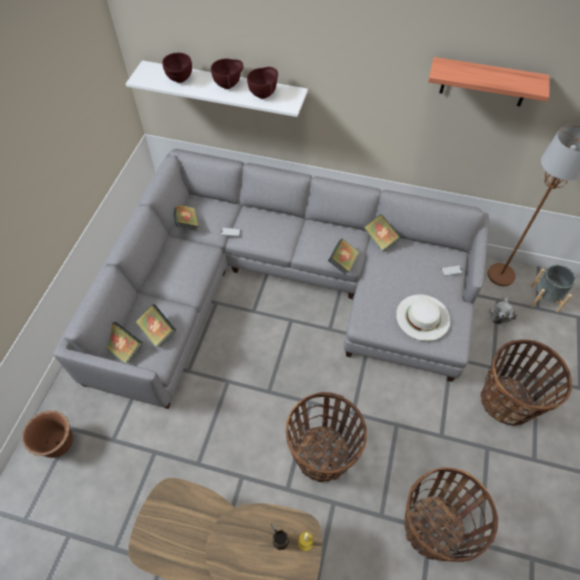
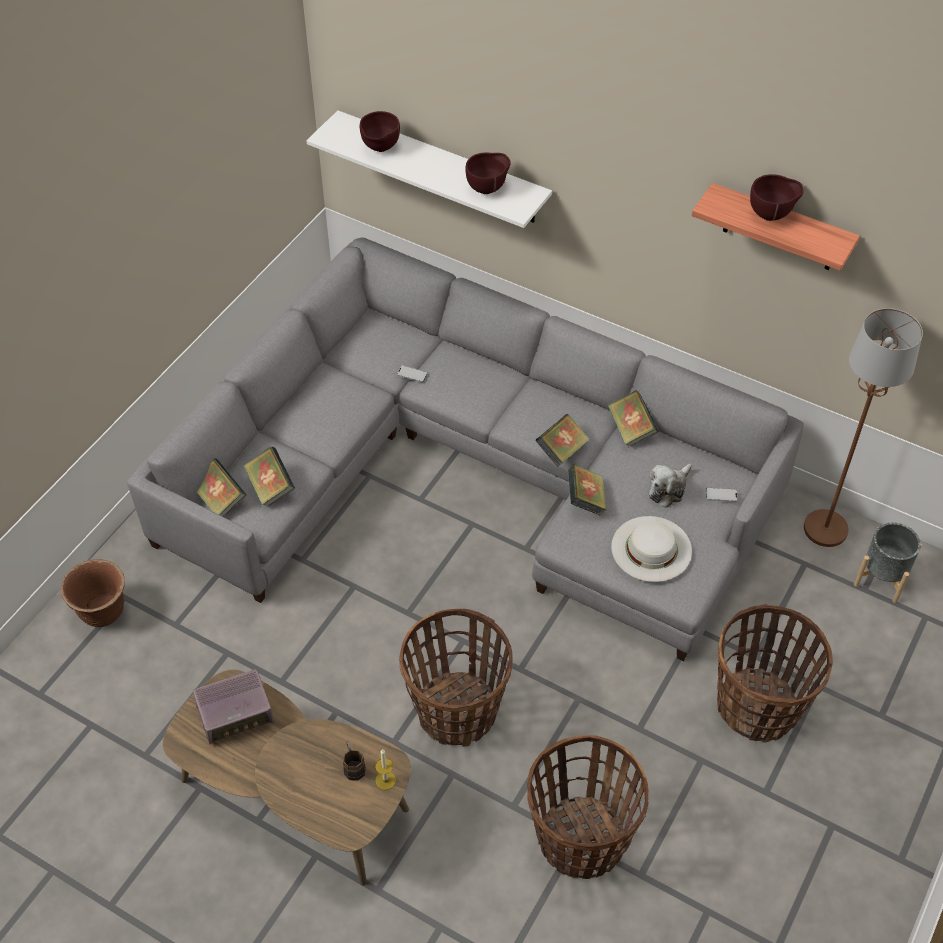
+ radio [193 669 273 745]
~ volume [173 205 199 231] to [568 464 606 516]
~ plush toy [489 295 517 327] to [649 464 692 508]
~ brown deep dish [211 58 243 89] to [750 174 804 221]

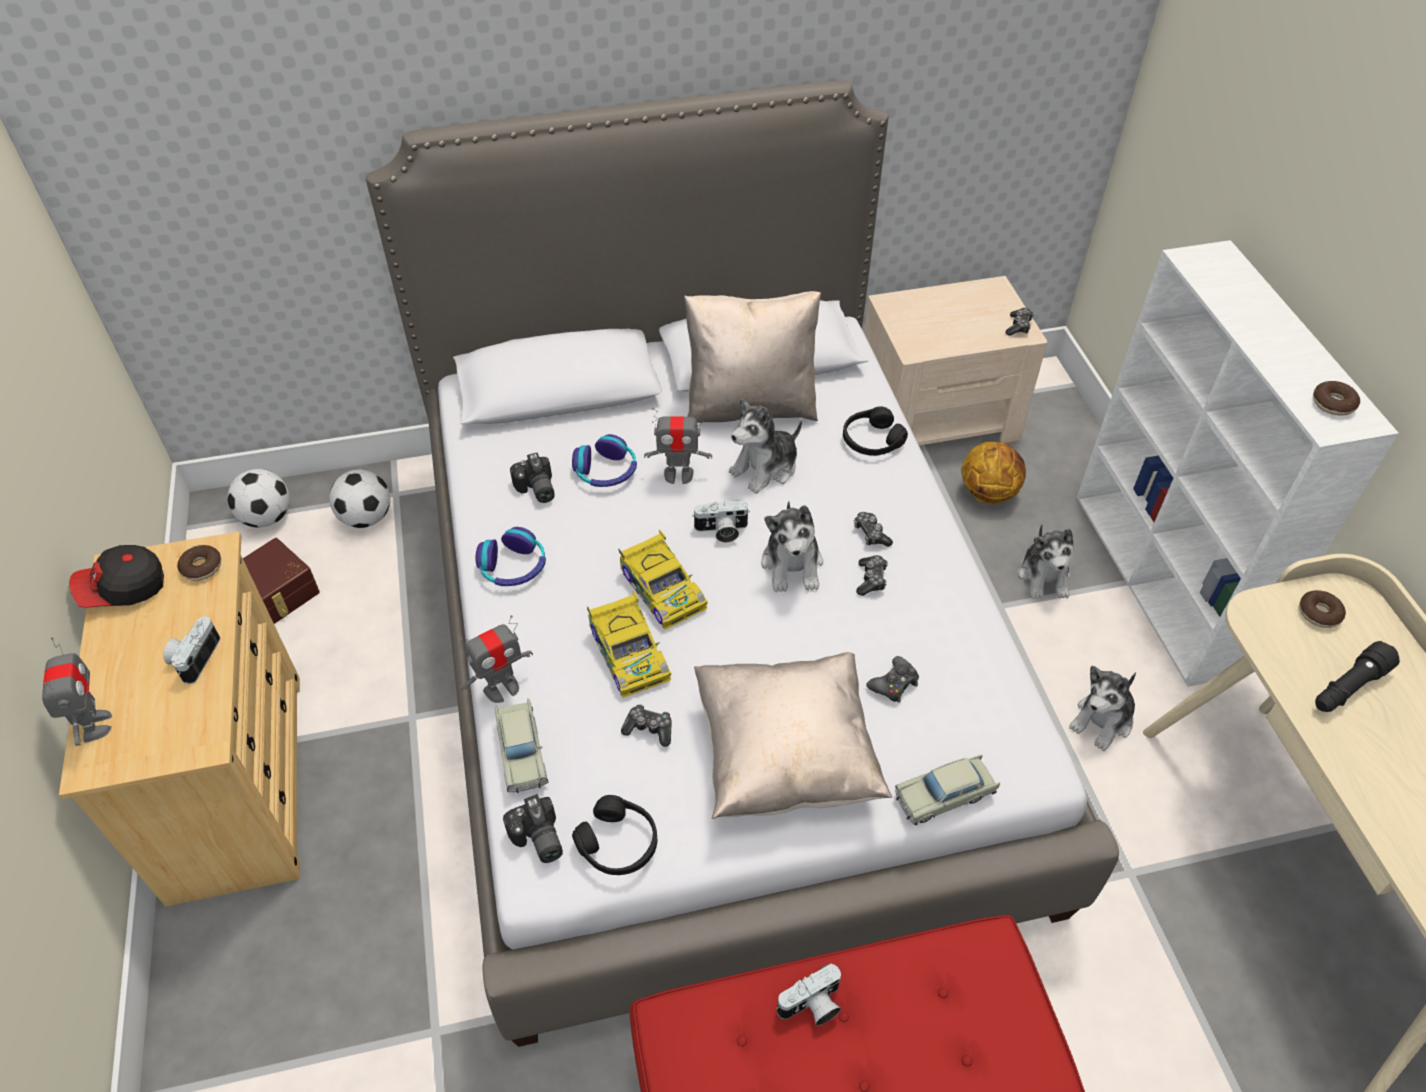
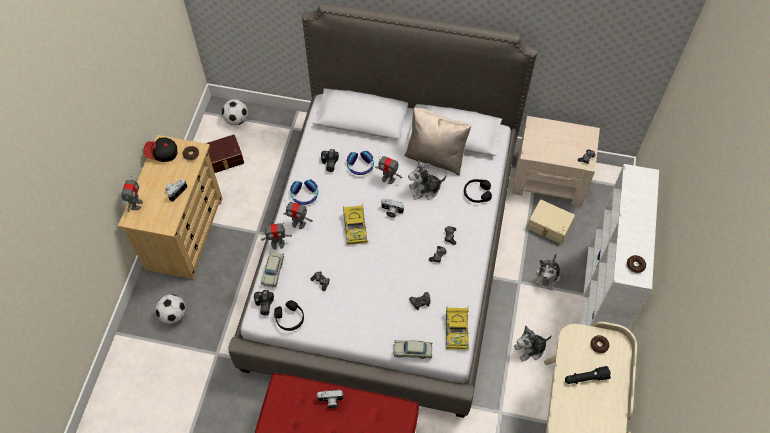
~ football [329 469 390 528] to [155 294 186 324]
+ model robot [283 200 313 229]
~ model car [587 591 671 698] to [446 307 469 350]
~ basketball [961 442 1026 504] to beige-coloured storage bin [527 199 575 244]
- beige-coloured cushion [694 652 892 819]
- plush toy [761 501 823 592]

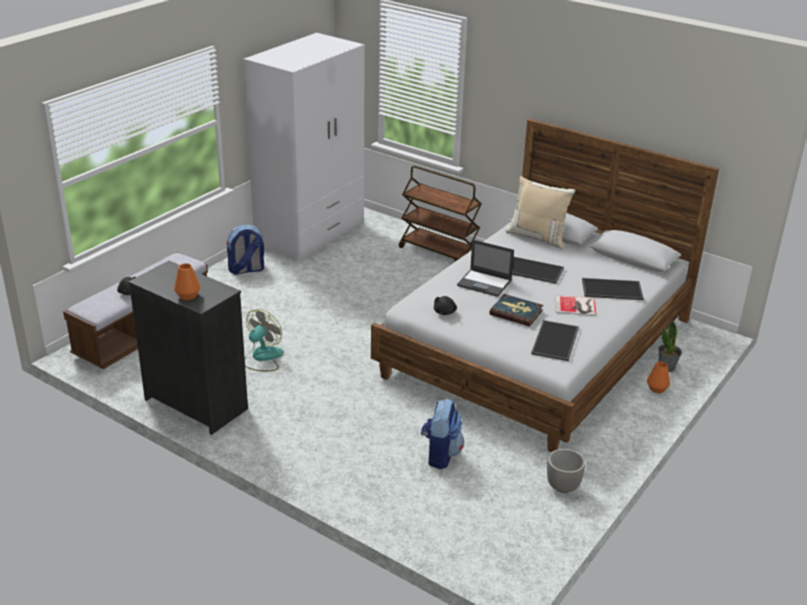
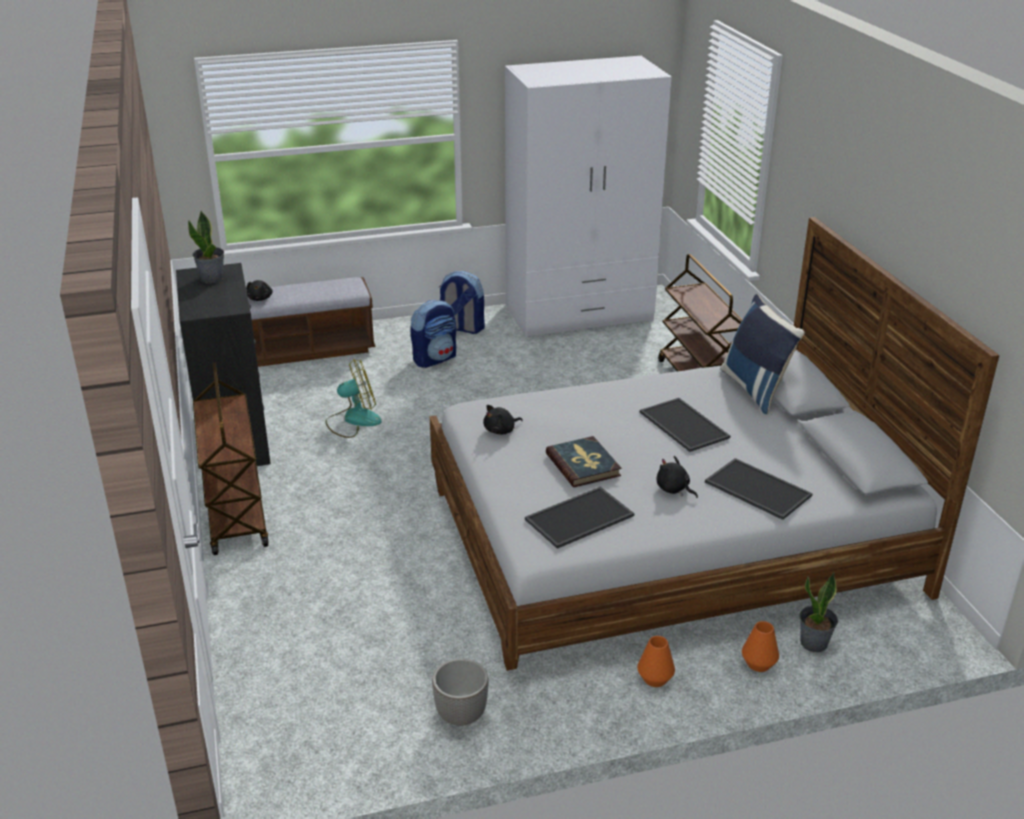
+ potted plant [188 210 224 284]
+ brown cart [193 362 269 555]
~ backpack [421 399 464 469] to [411 299 456 368]
~ orange flower vase [174 263 200 300] to [637 636 675 687]
~ volume [555 295 596 316] to blackish plush toy [657 456 698 498]
~ beige-coloured cushion [506 176 575 249] to blue-coloured cushion [720 294 805 414]
- notebook computer [457 240 514 297]

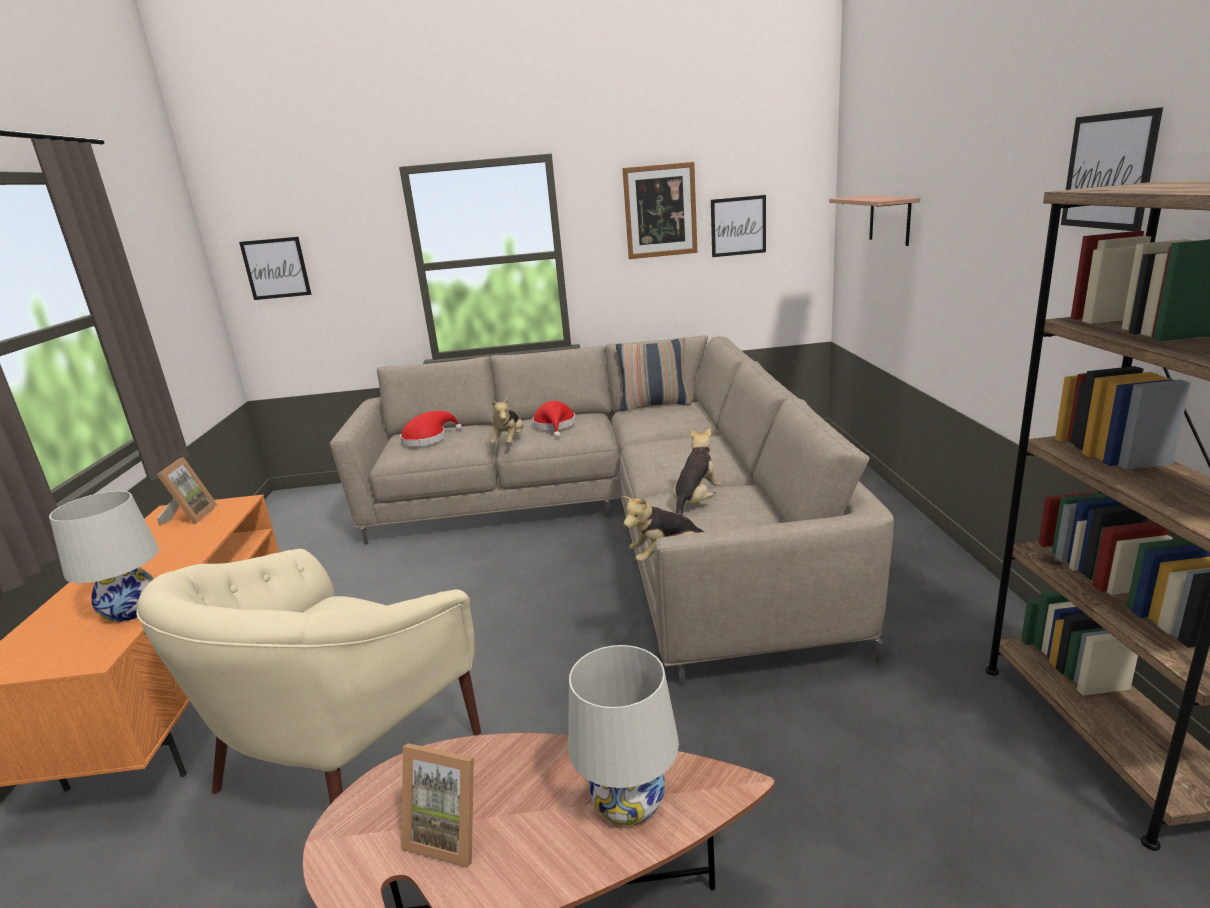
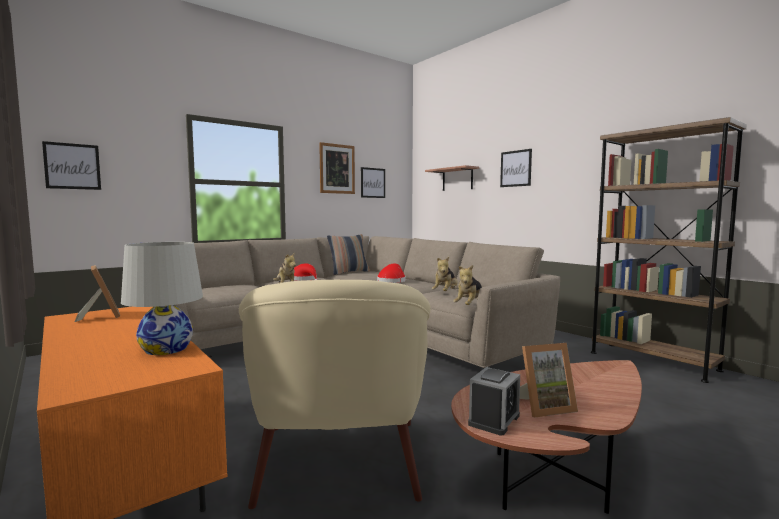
~ red wearable hat [400 411 462 447] to [377 263 406 283]
~ plush toy [673 428 721 515] = [432 257 458 291] 150 degrees counterclockwise
+ alarm clock [468 367 520 435]
~ picture [1061 107 1163 231] to [500 149 532 187]
- whitish lamp for a table [568 645 679 826]

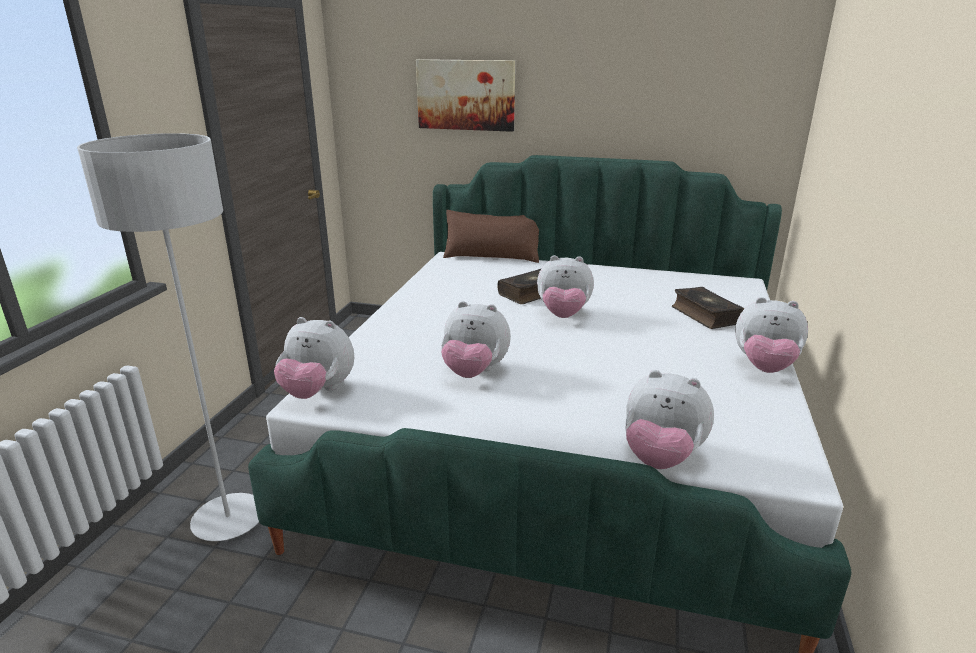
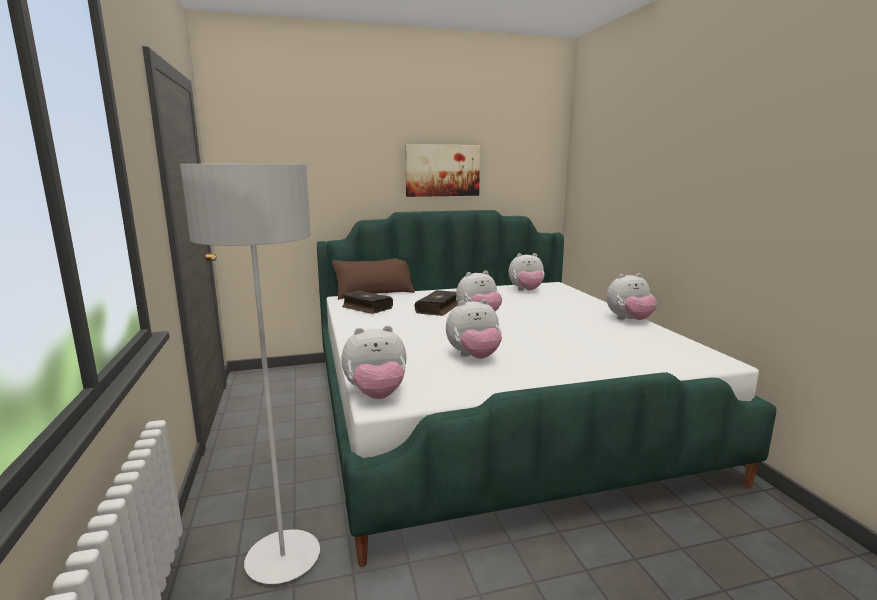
~ volume [672 287 744 329] to [342 290 393 314]
~ picture [416 59 515 132] to [405 144 480 197]
~ plush toy [625 370 714 469] to [509 253 545 291]

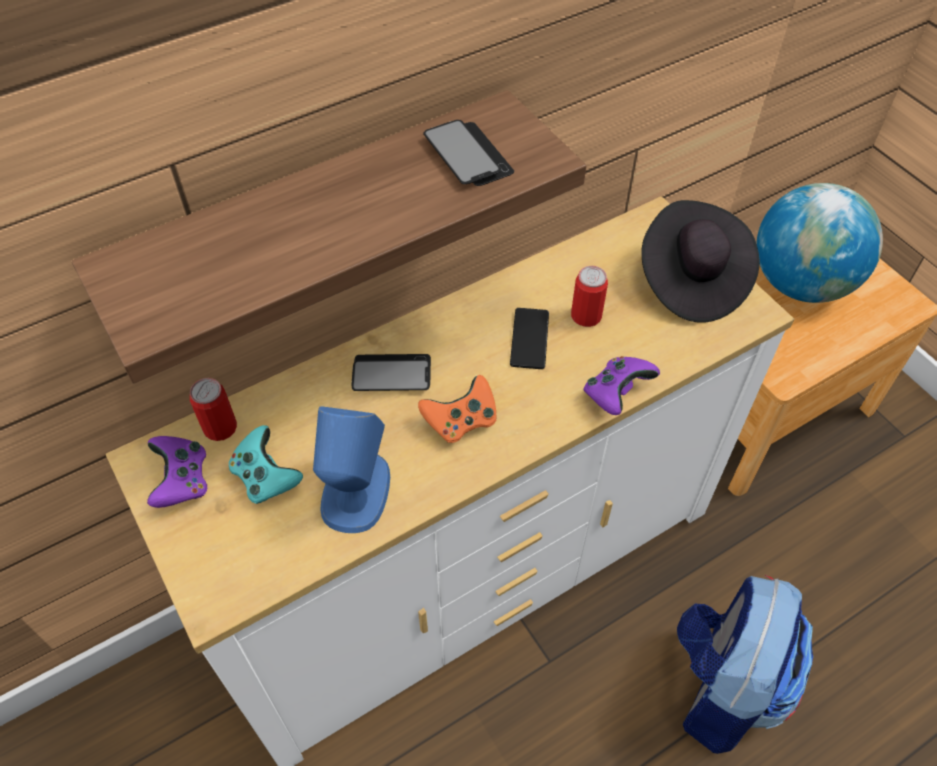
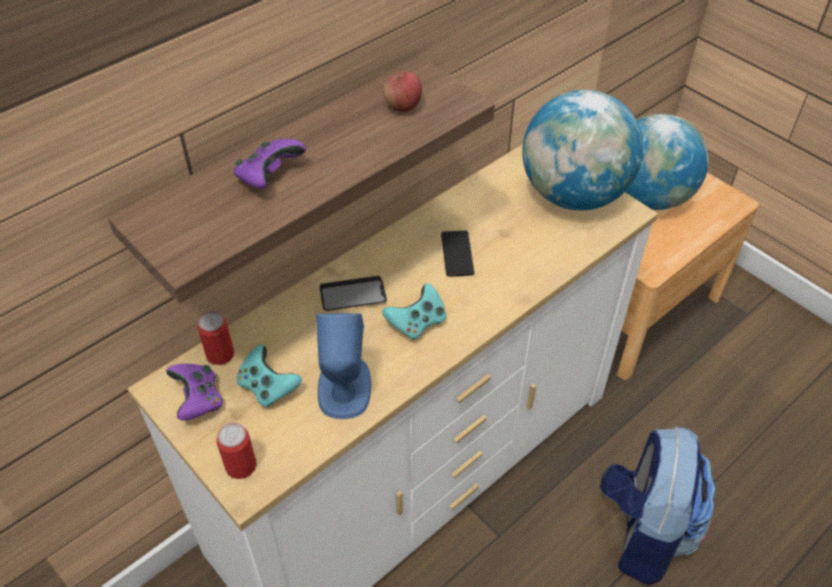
~ can [571 266 608 327] to [217 422 256 479]
~ purplish game controller [583 356 660 415] to [233 139 306 189]
~ orange game controller [418 375 497 443] to turquoise-coloured game controller [382 283 446 340]
~ telephone [423 120 514 186] to apple fruit [383 72 422 112]
~ blackish wearable hat [641 200 760 323] to world globe [522 90 643 211]

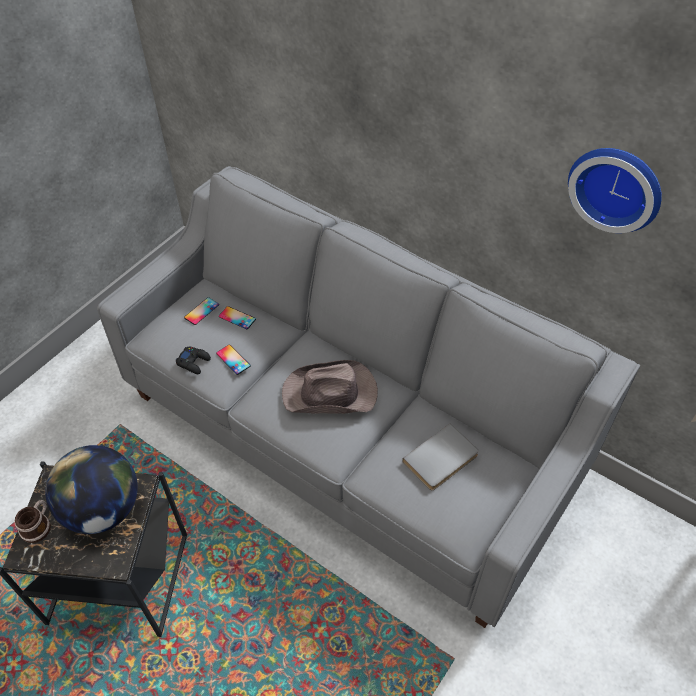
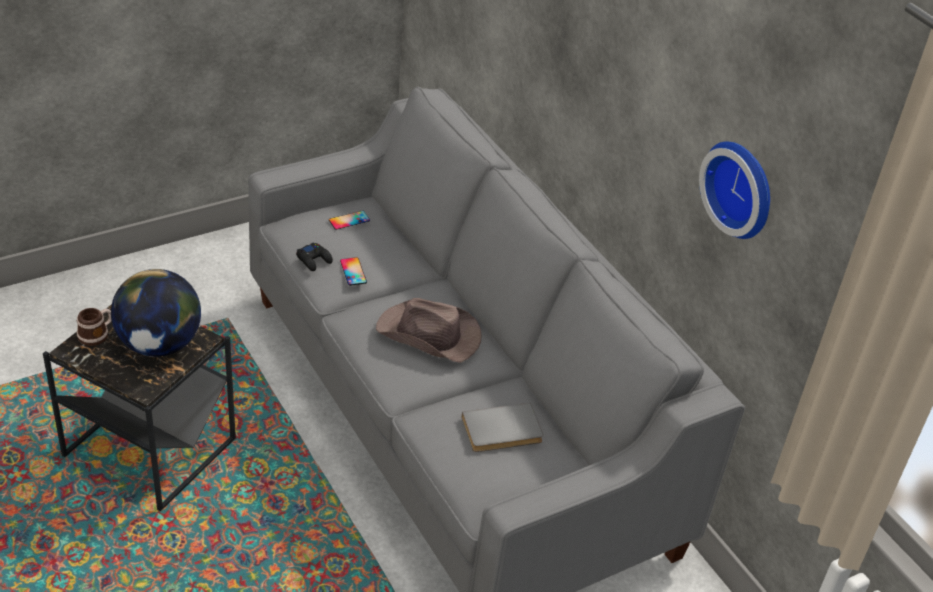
- telephone [219 306 256 329]

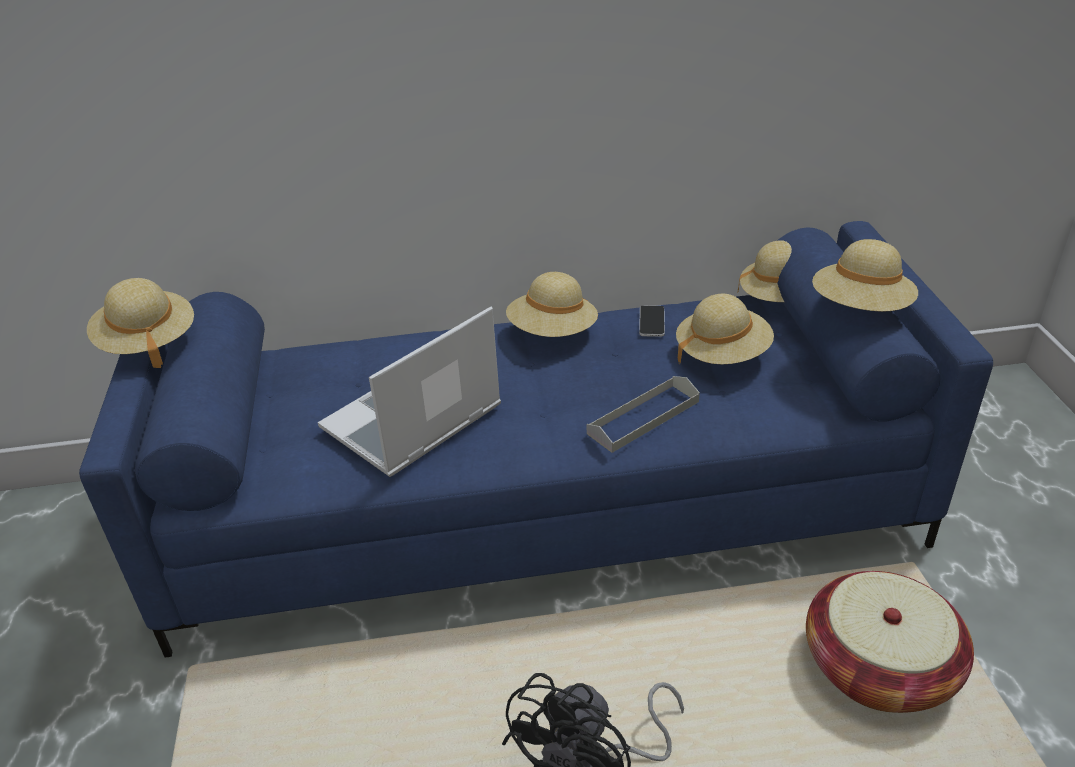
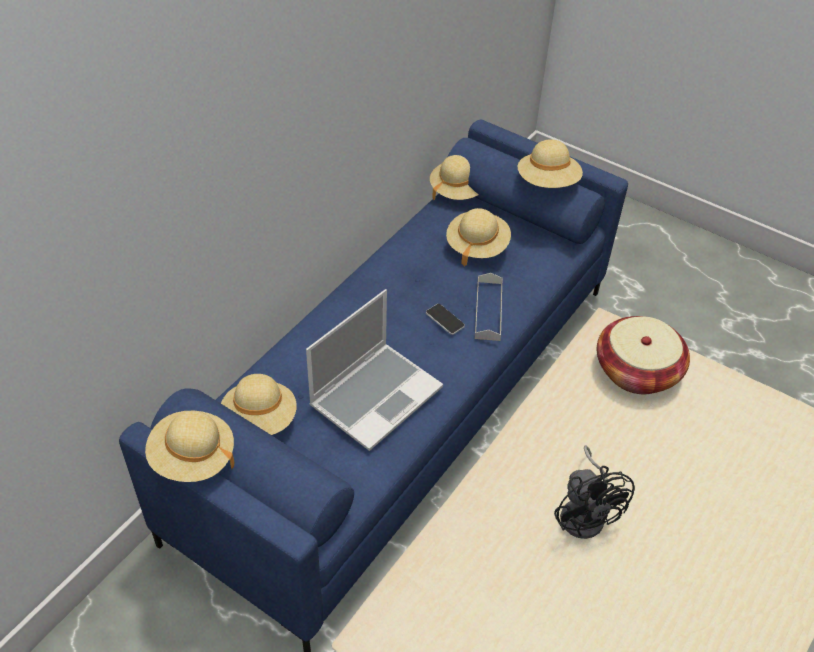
~ beige-coloured wearable hat [506 272 598 337] to [221 374 297 435]
~ notebook computer [318 307 501 477] = [306 289 443 451] 135 degrees counterclockwise
~ telephone [639 306 665 337] to [426 304 465 335]

